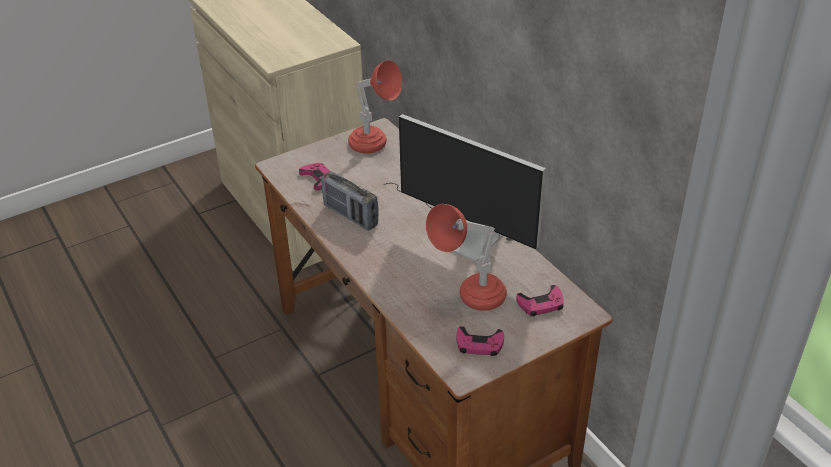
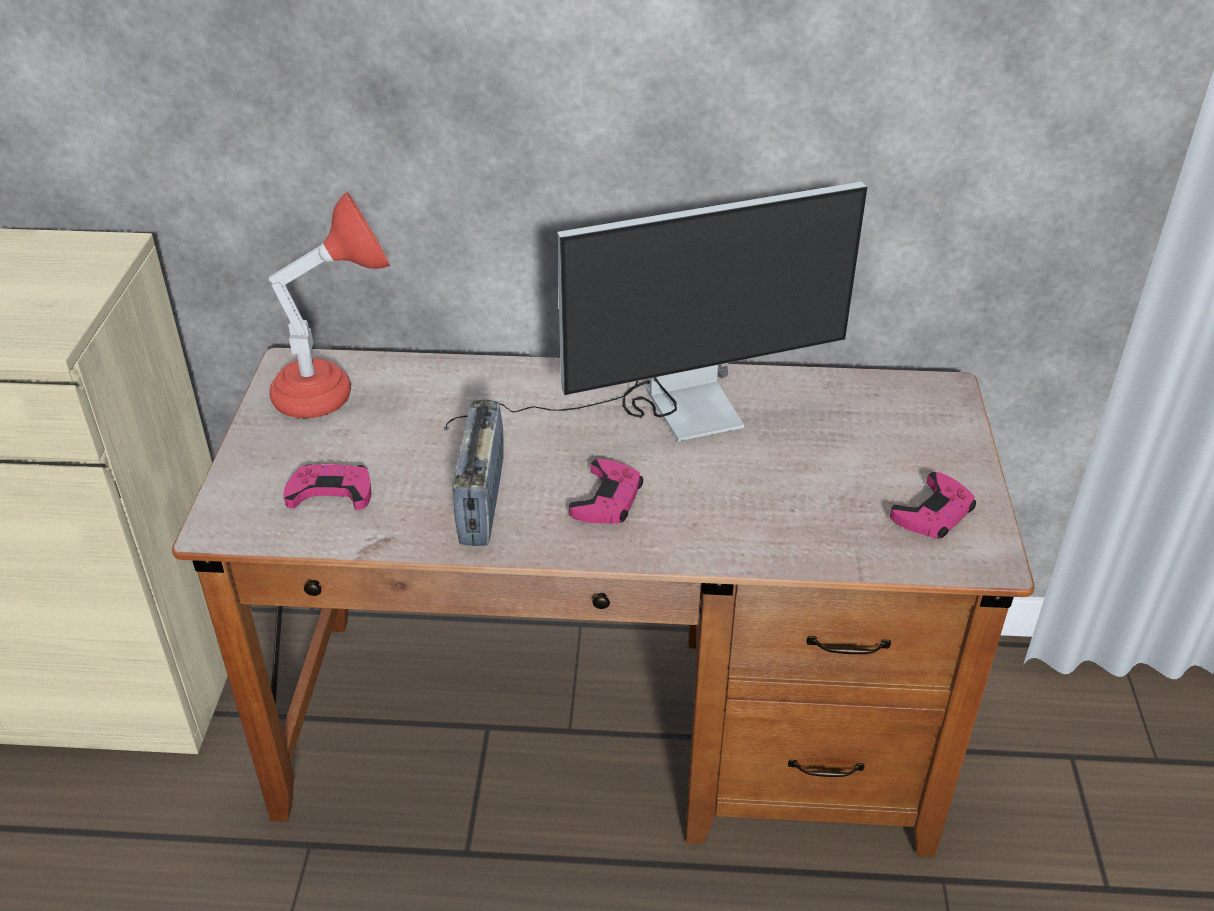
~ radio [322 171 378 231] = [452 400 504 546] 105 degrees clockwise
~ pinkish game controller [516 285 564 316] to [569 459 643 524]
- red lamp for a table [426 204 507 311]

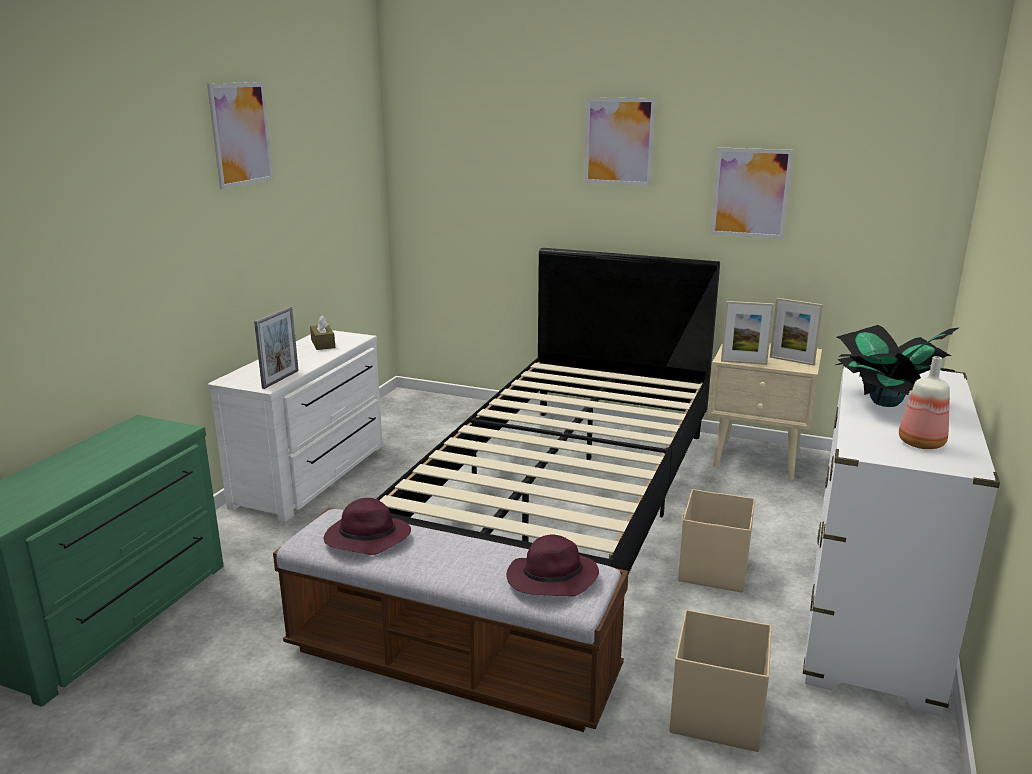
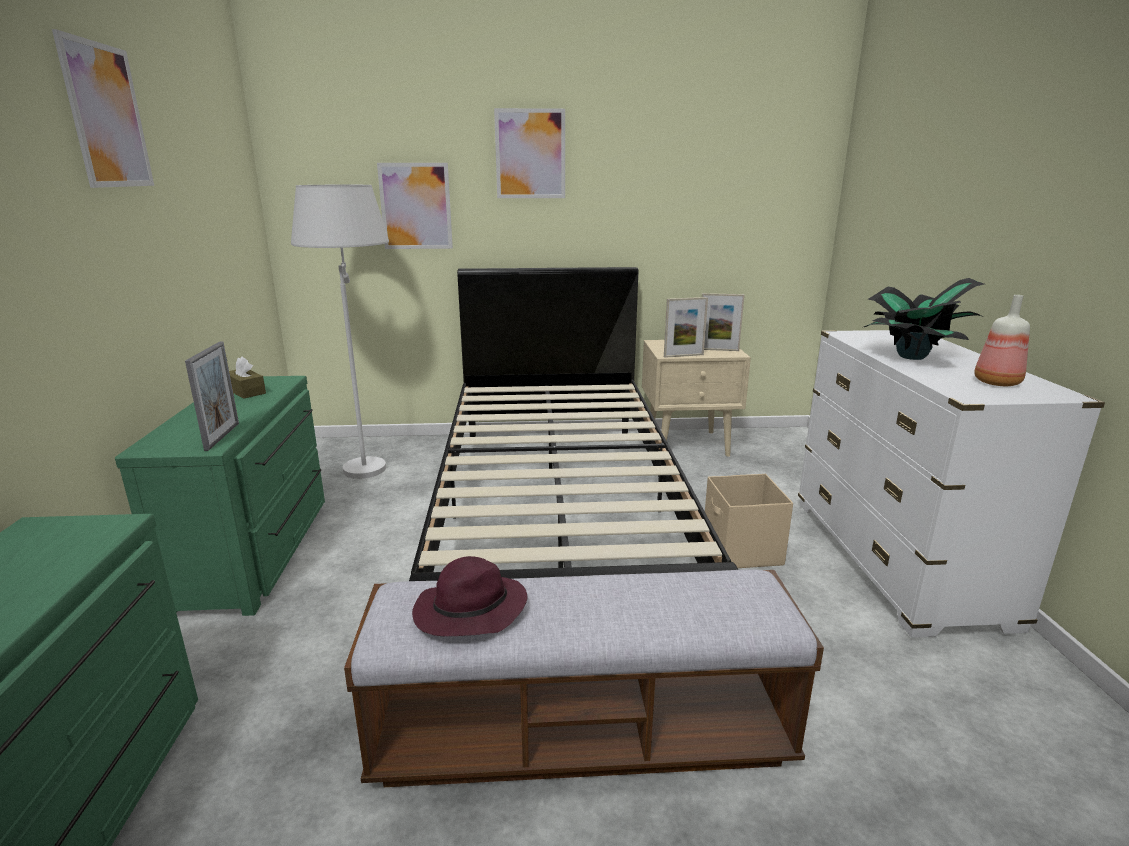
~ whitish dresser [208 330 383 522] to green-coloured dresser [115 376 325 616]
+ whitish standard lamp [291 185 389 479]
~ picture [711 147 794 239] to [377 163 453 249]
- purplish wearable hat [506 534 599 597]
- beige-coloured storage bin [669 609 771 752]

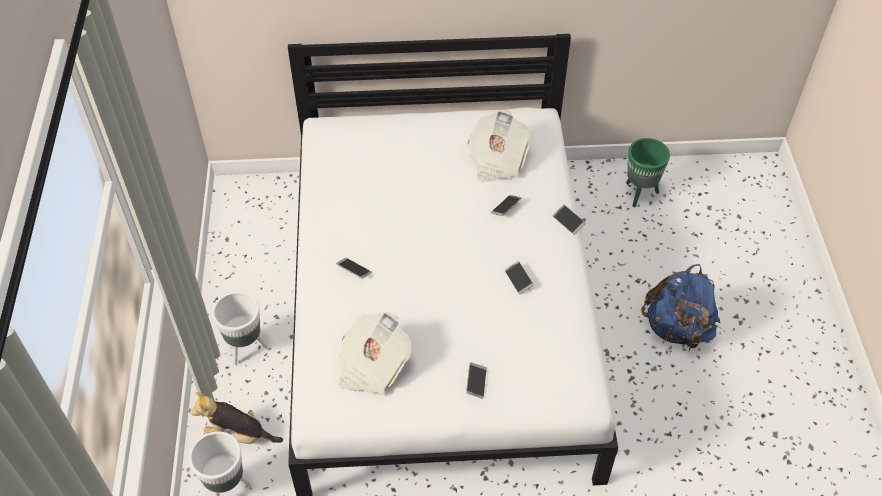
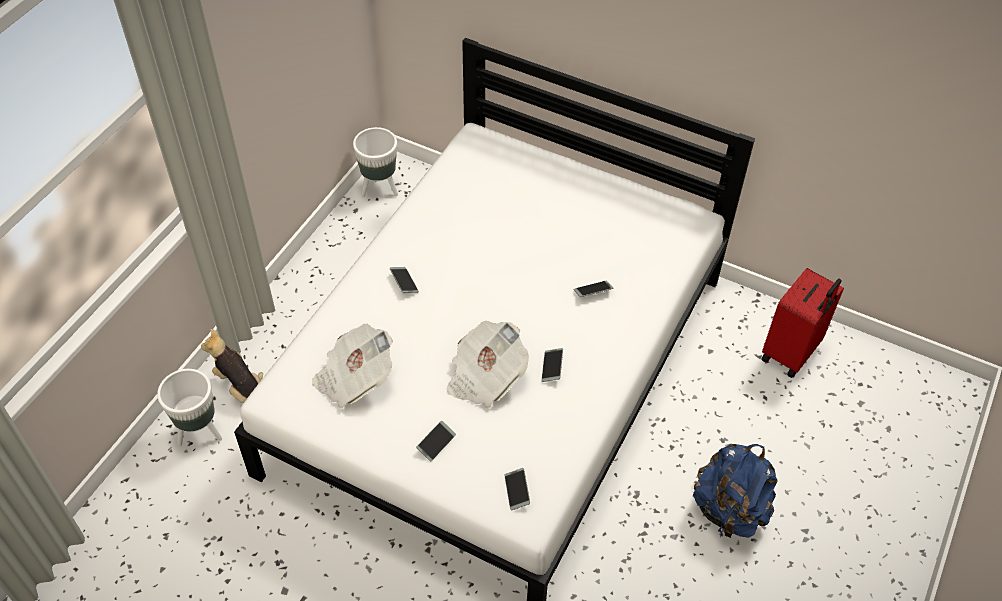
~ whitish planter [212 291 268 365] to [353 127 398 197]
~ printed paper [468 110 532 182] to [447 321 529 408]
~ telephone [552 204 586 235] to [505 468 530 510]
~ green-coloured planter [626 138 670 207] to red travel case [761 268 844 378]

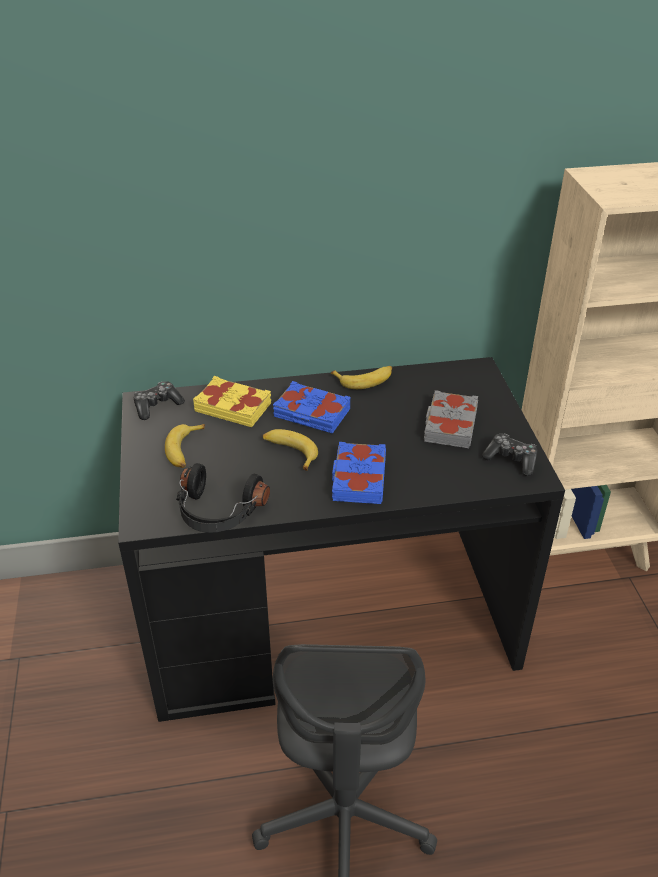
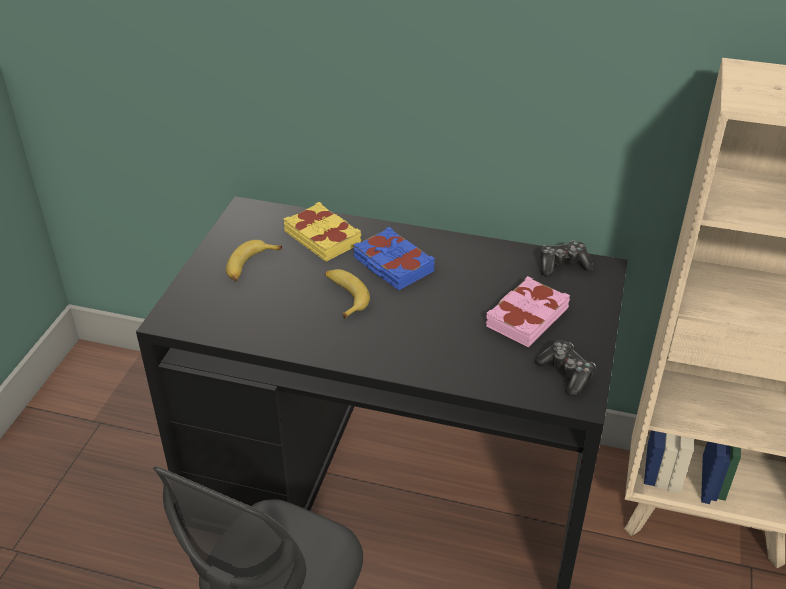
~ greyish volume [424 390 478 448] to pinkish volume [486 276 570 348]
~ game controller [133 381 185 420] to [541 241 594 277]
- blackish headset [176 463 270 533]
- banana [331 366 392 389]
- blue-coloured volume [332 442 386 504]

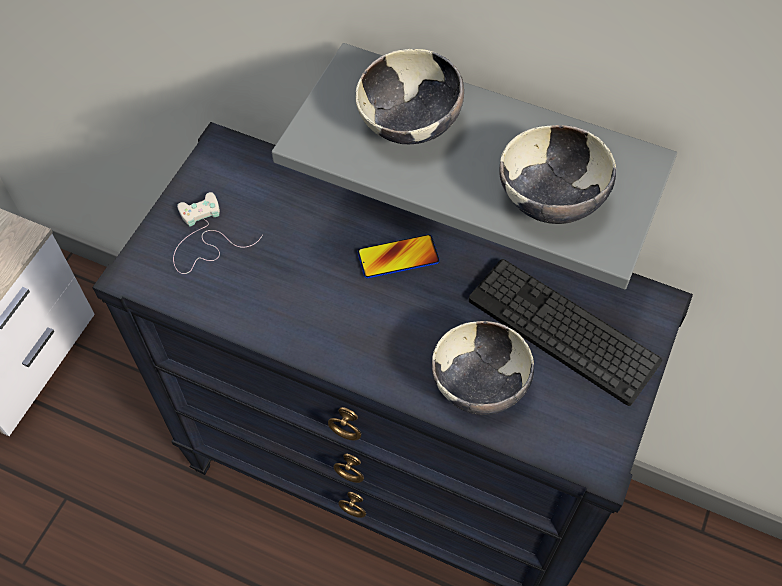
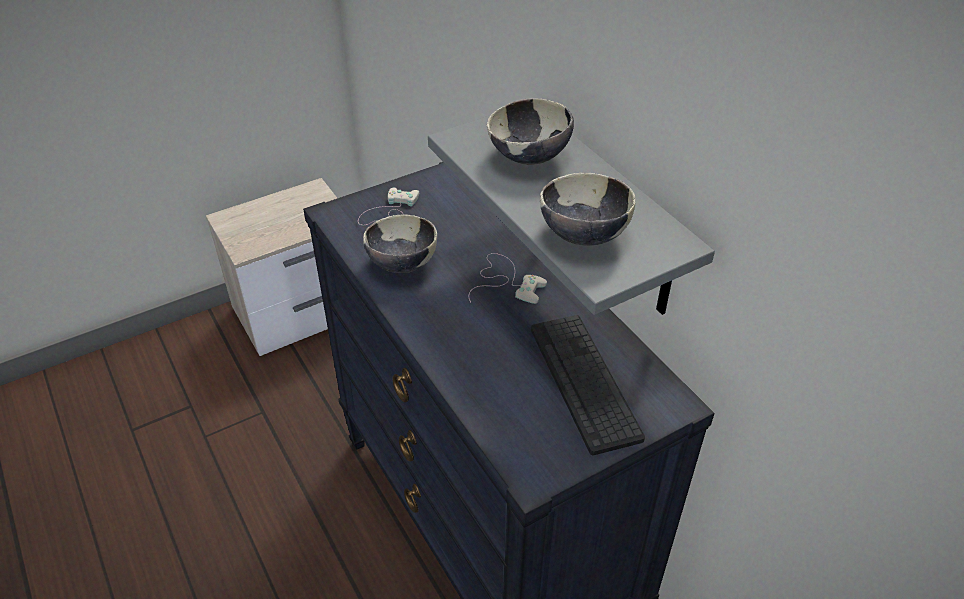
~ deep dish [432 321 534 415] to [363 214 437 273]
~ telephone [358 235 440 278] to whitish game controller [469 253 547 304]

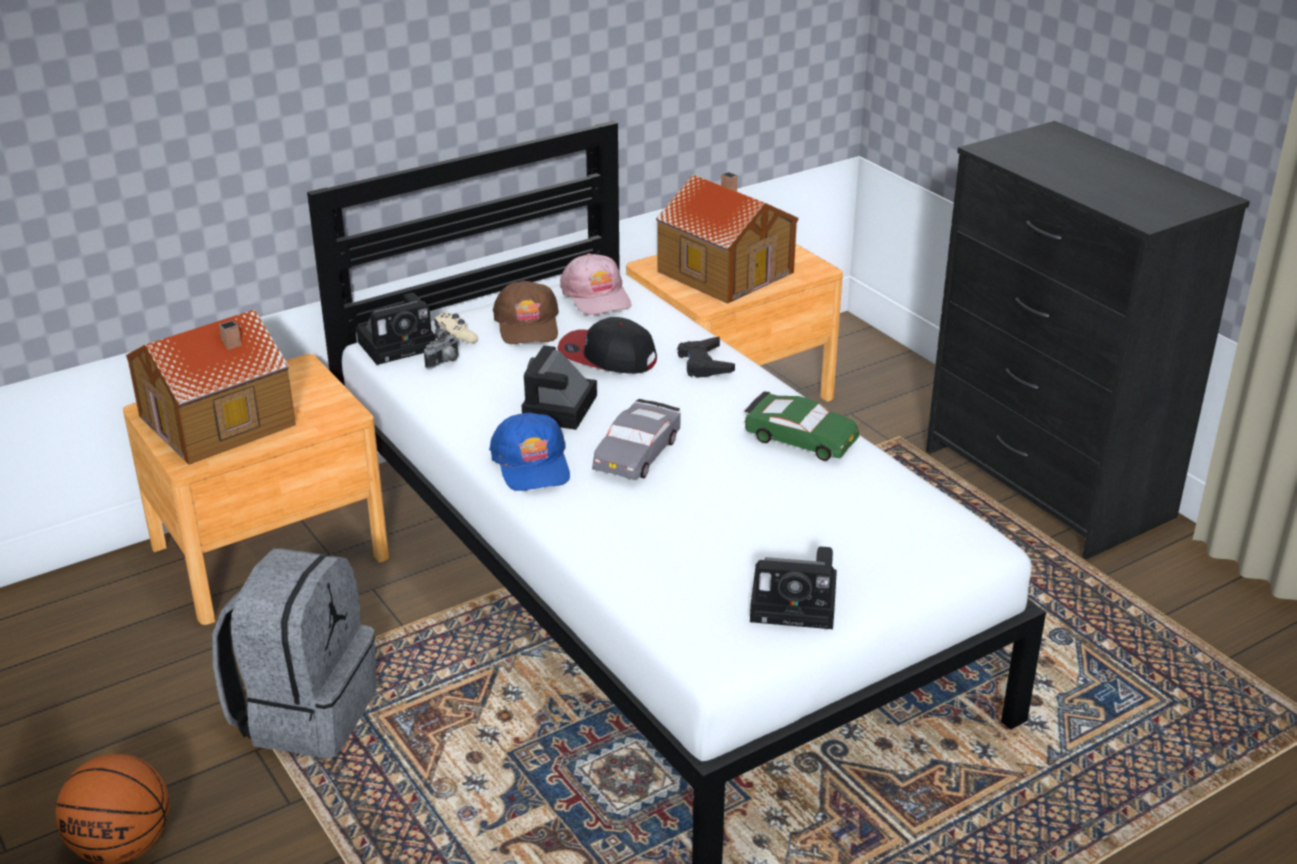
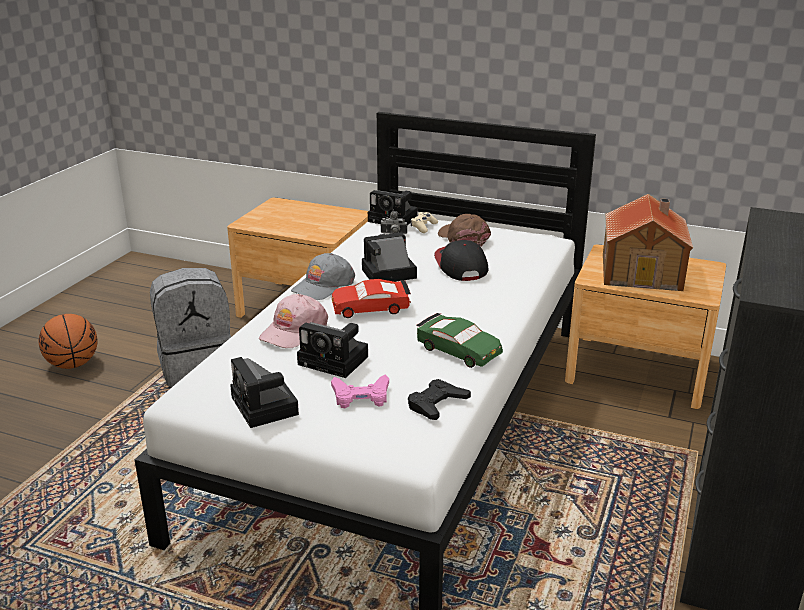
~ pinkish peaked cap [560 253 632 315] to [259 294 328 348]
~ blue-coloured peaked cap [489 413 570 491] to greyish peaked cap [291 253 355 300]
+ photo camera [297 322 368 378]
+ pinkish game controller [331 374 389 408]
~ greyish model car [592 399 681 480] to red model car [332 279 411 318]
~ blackish game controller [677 337 735 378] to [408 379 471 420]
~ green-coloured model car [744 392 859 461] = [416 313 503 368] 45 degrees counterclockwise
~ brown peaked cap [492 280 559 344] = [438 214 491 247] 105 degrees clockwise
- model house [126 309 296 465]

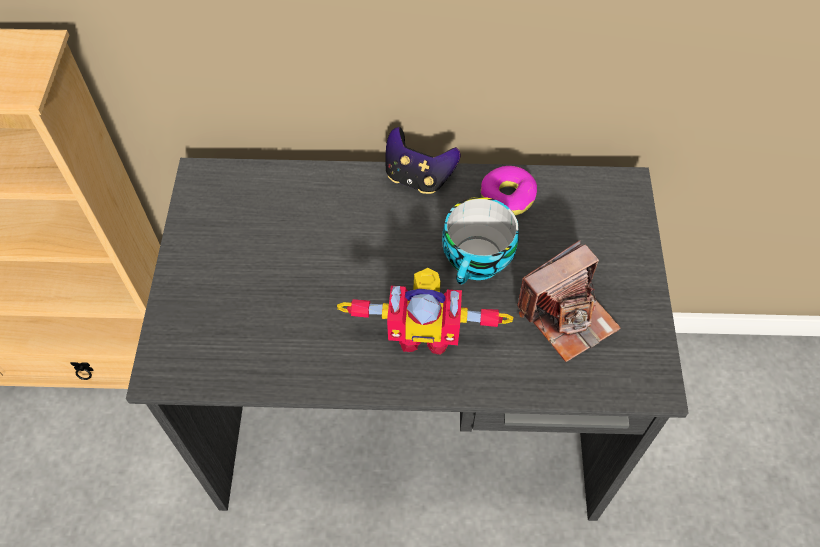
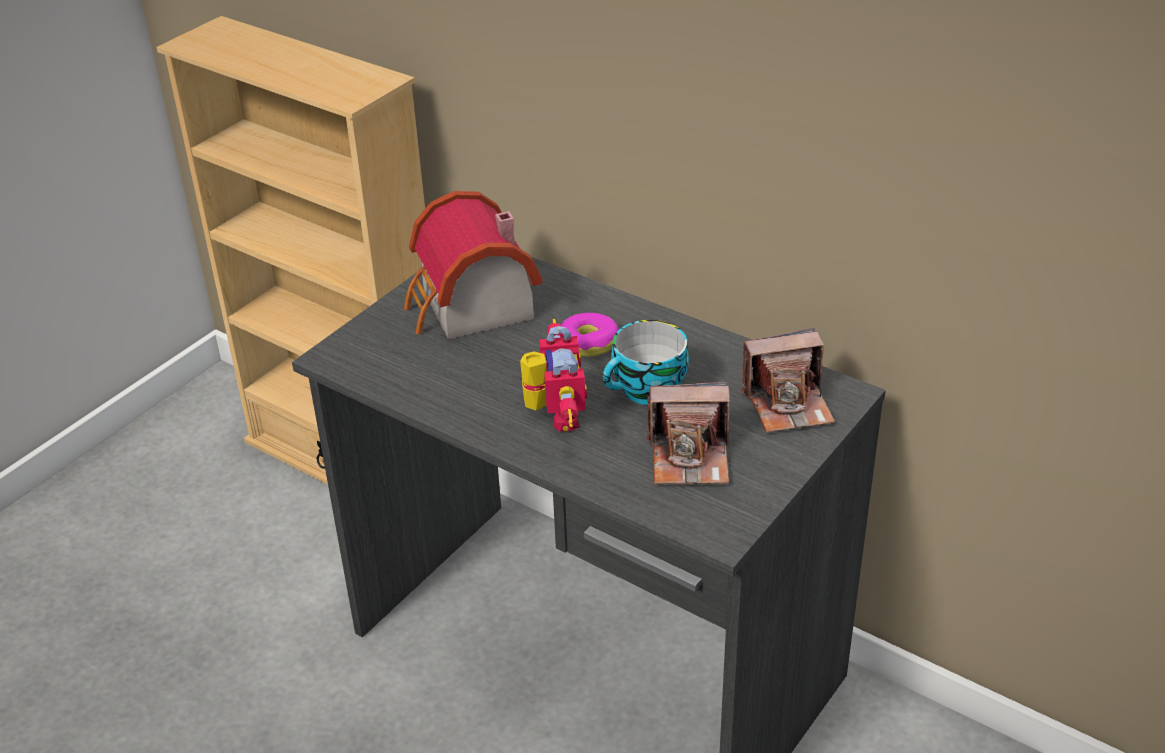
+ model house [404 191 542 339]
~ model robot [337 268 513 355] = [520 319 587 432] 135 degrees counterclockwise
~ donut [481 166 537 215] to [561 313 619 357]
+ photo camera [741 328 835 433]
- game controller [386 127 461 194]

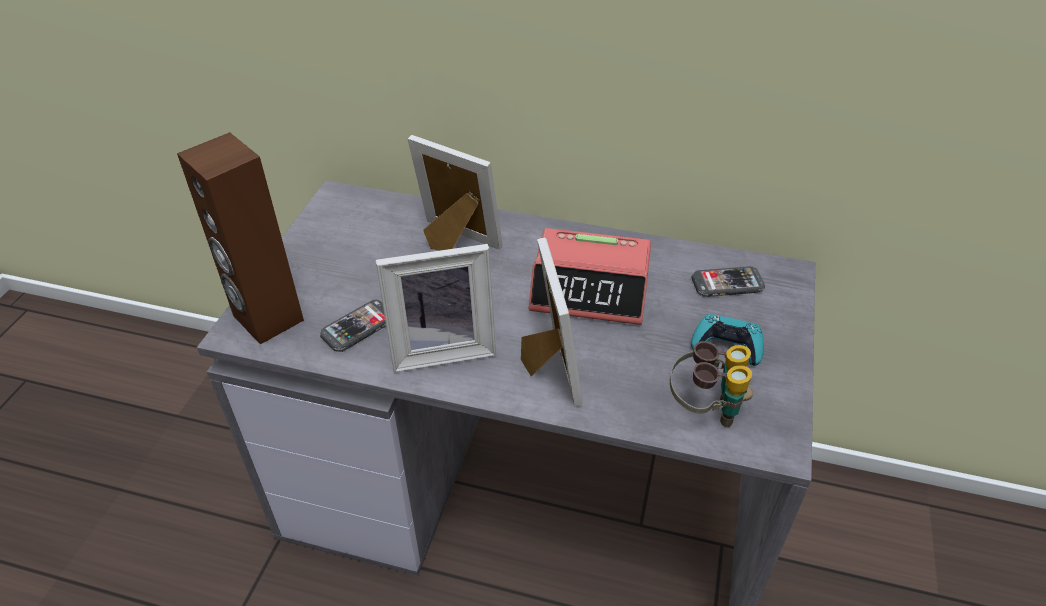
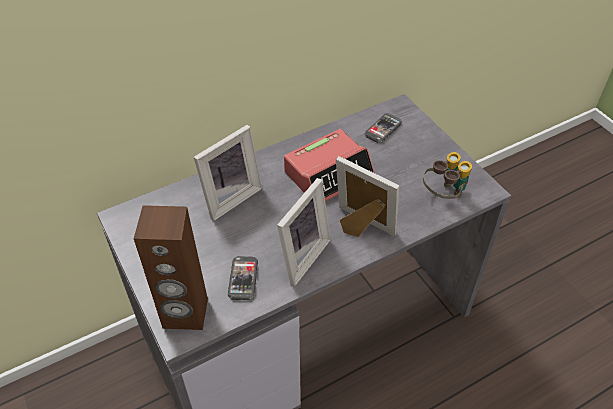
~ picture frame [408 135 502 251] = [194 125 262 221] 150 degrees clockwise
- turquoise-coloured game controller [691 314 764 366]

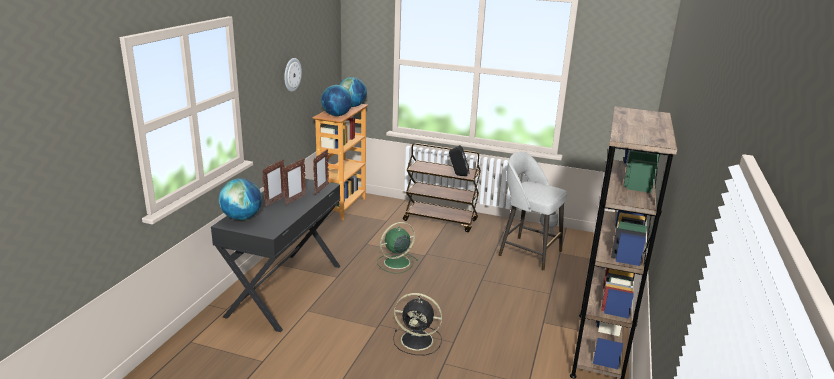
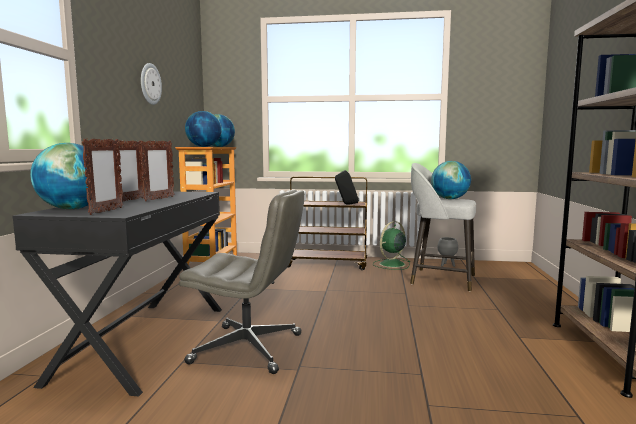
~ picture frame [313 149 329 195] to [82 138 123 215]
+ greyish computer chair [179 190 305 374]
~ green-coloured cooling fan [377 222 418 274] to [373 221 410 270]
+ world globe [431 161 471 199]
- blackish cooling fan [393 293 442 355]

